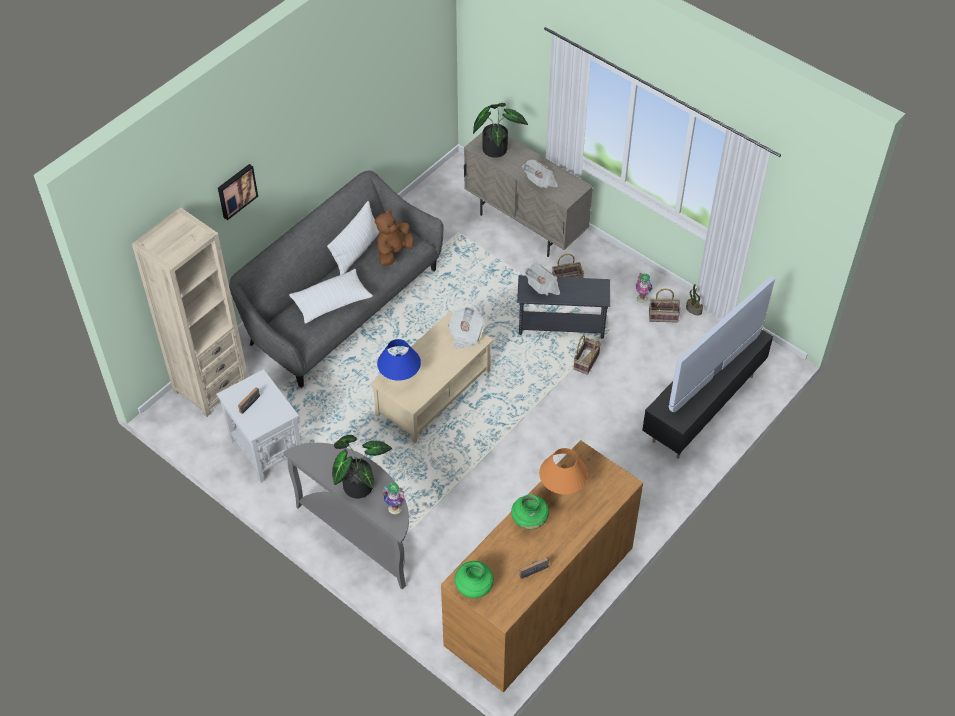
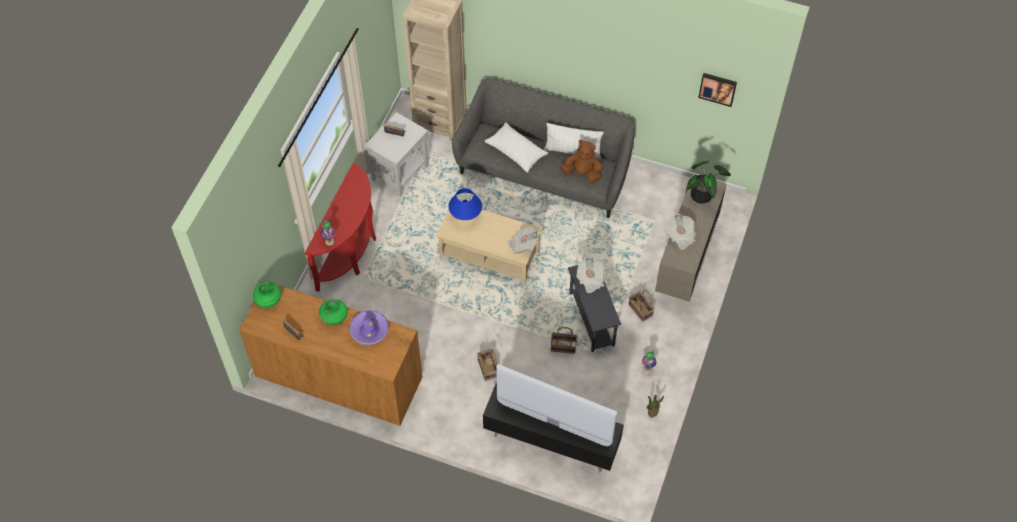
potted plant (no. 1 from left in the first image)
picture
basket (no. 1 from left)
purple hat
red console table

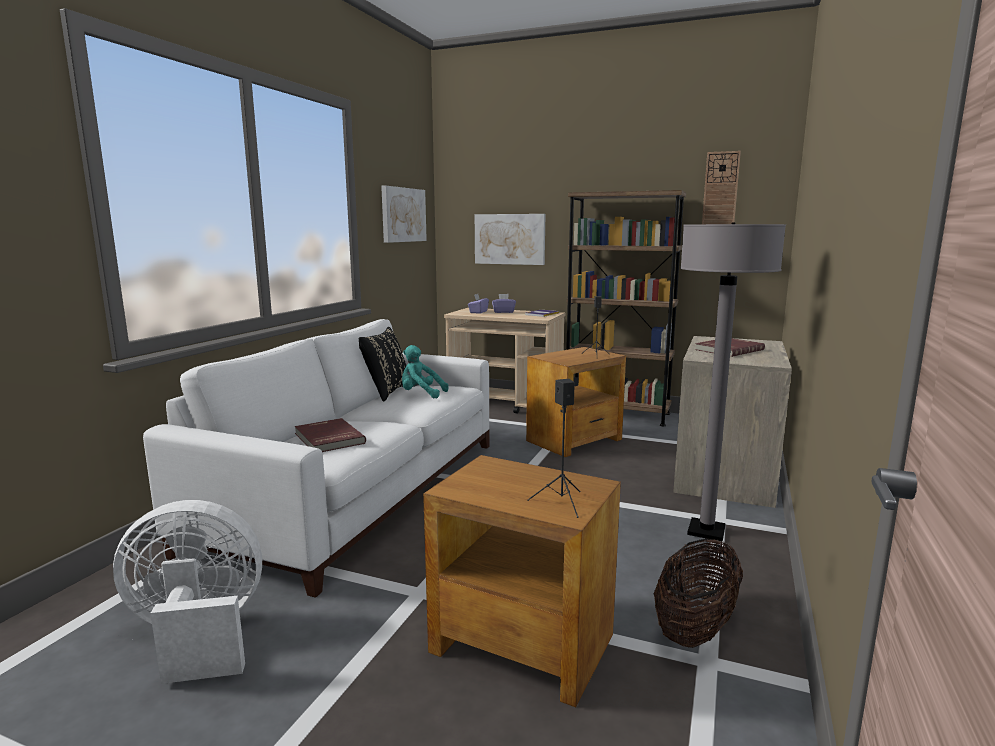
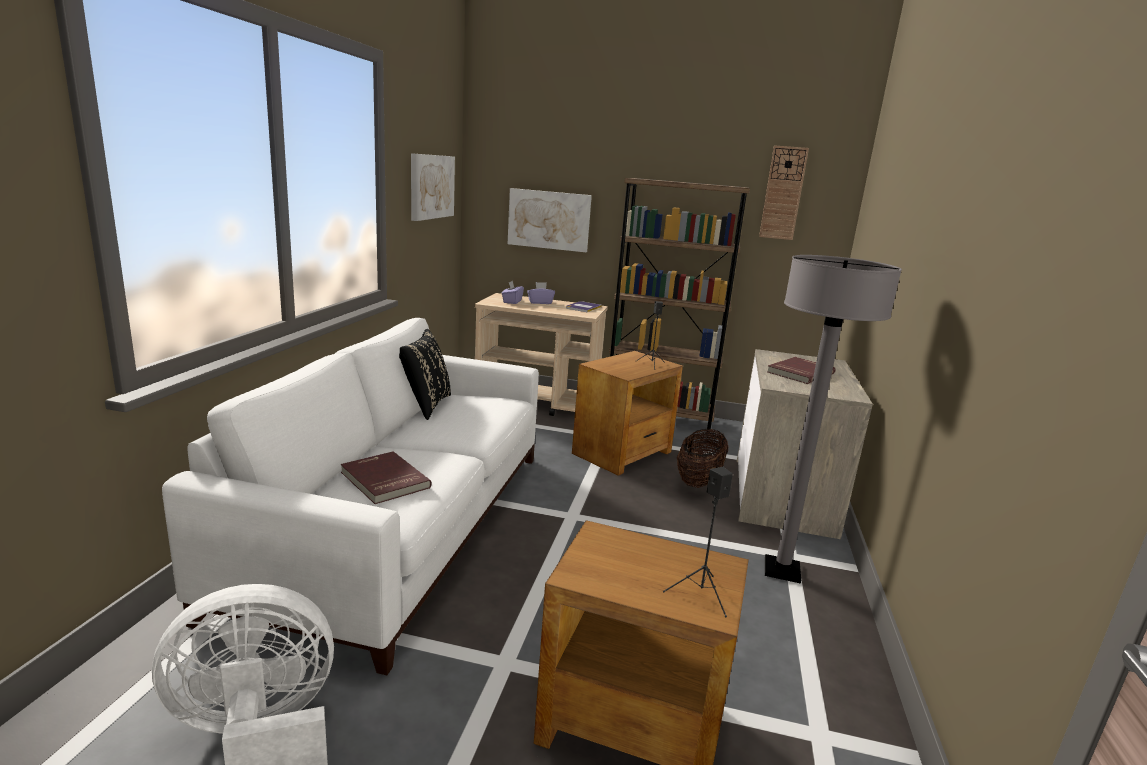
turquoise plush toy
basket

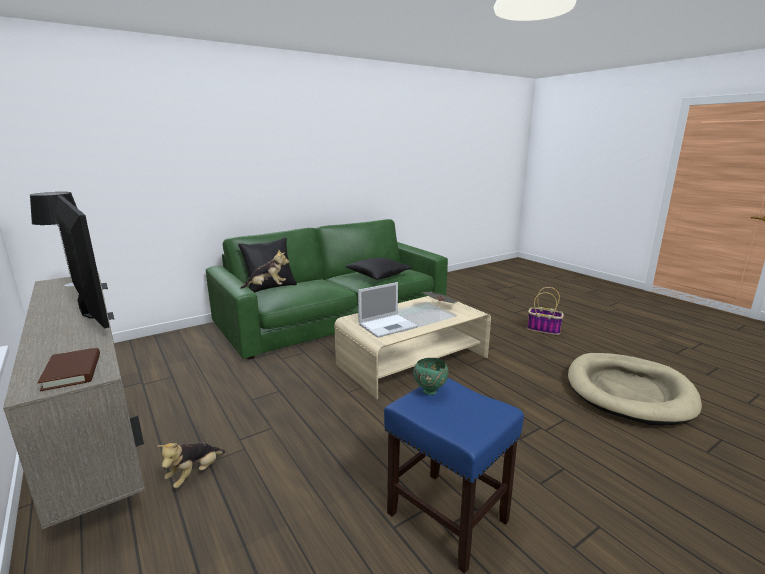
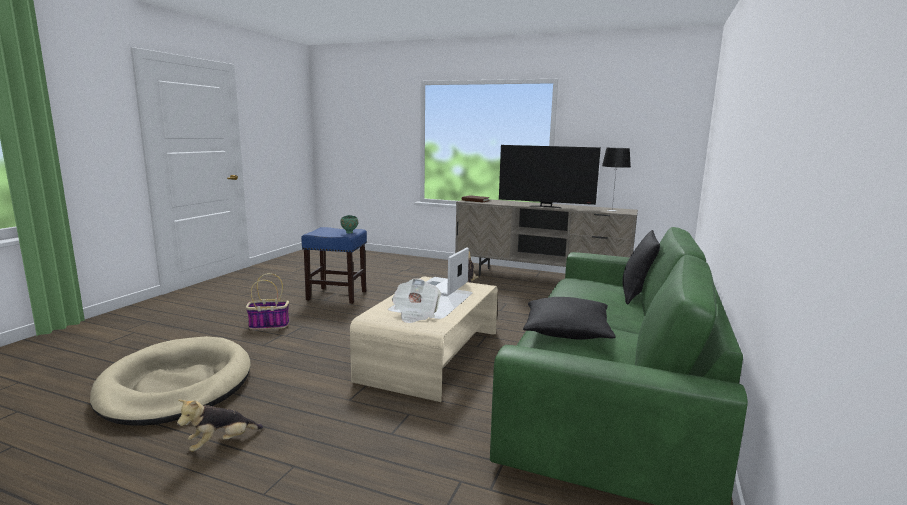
plush toy (no. 1 from left)
basket

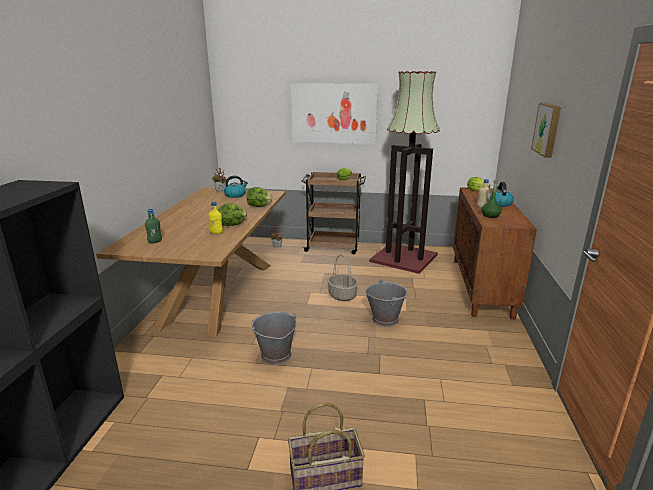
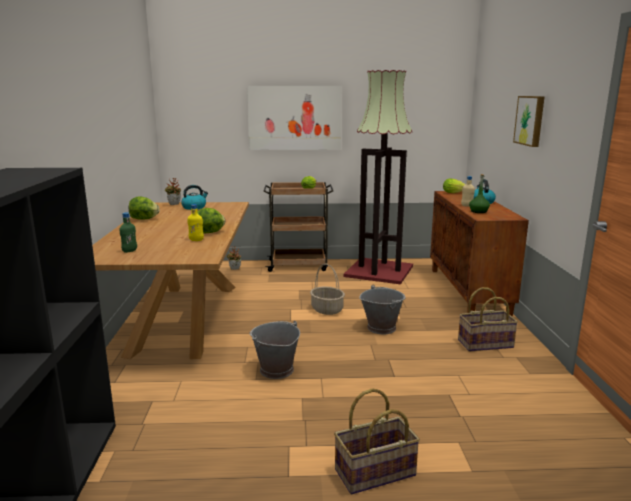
basket (no. 3 from left)
lettuce (no. 1 from left)

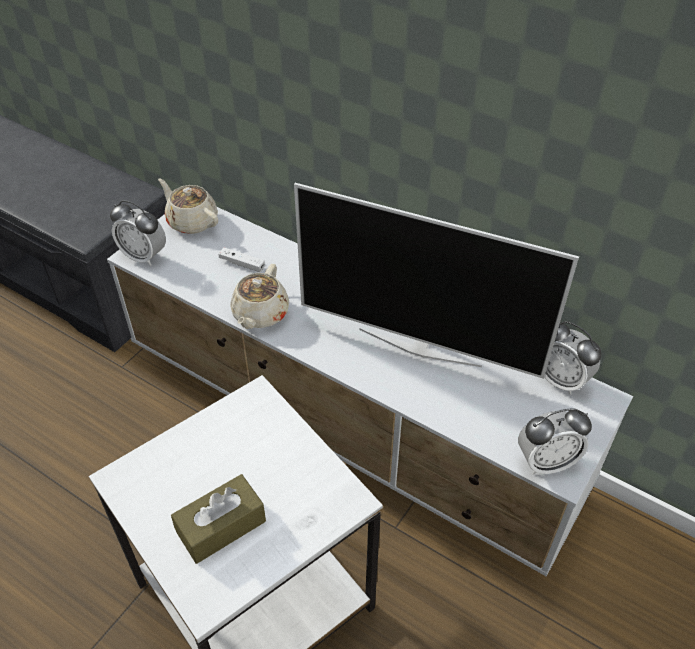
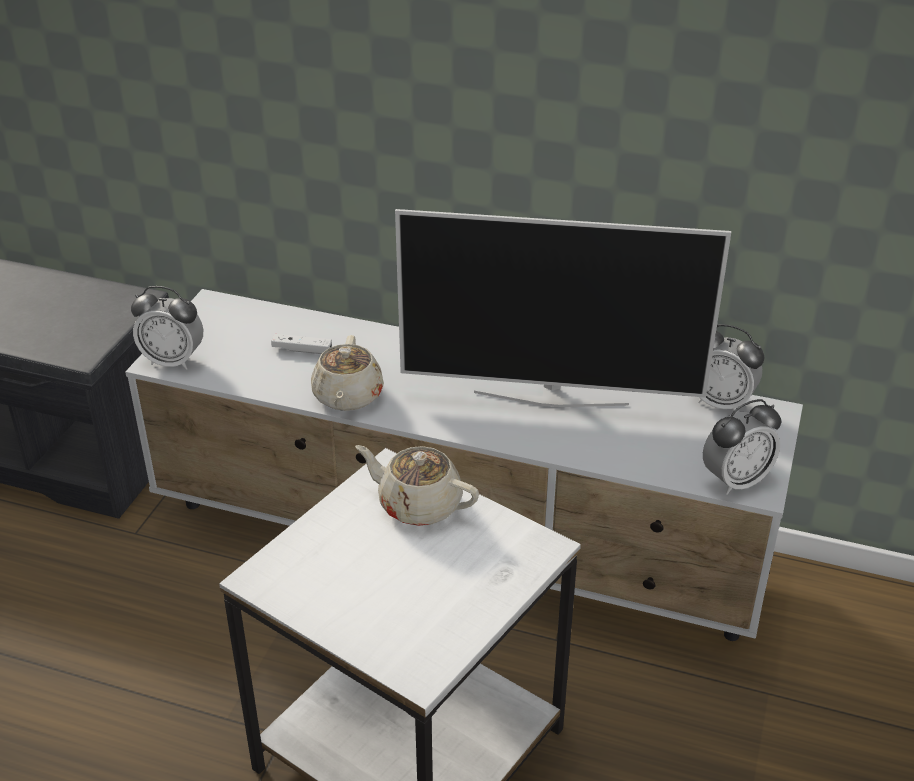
brown tissue box
beige teapot (no. 2 from left)

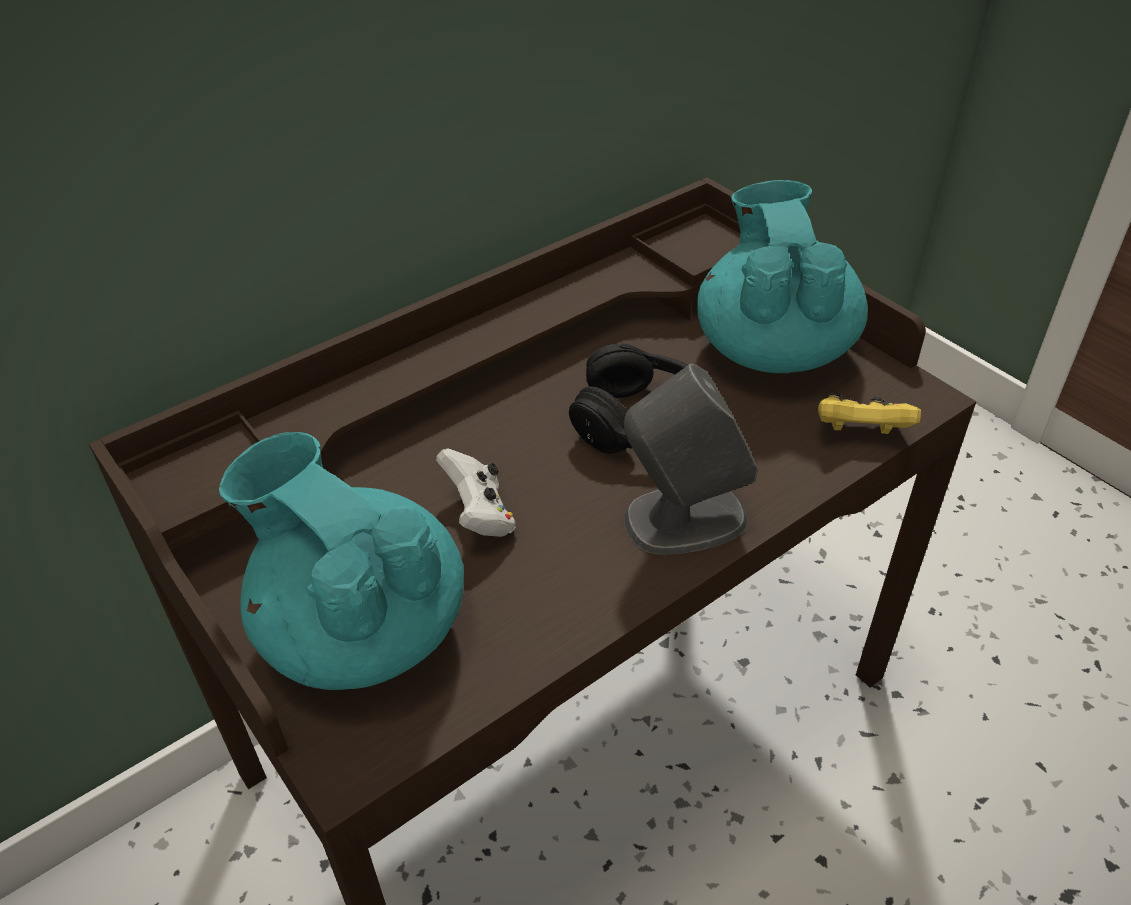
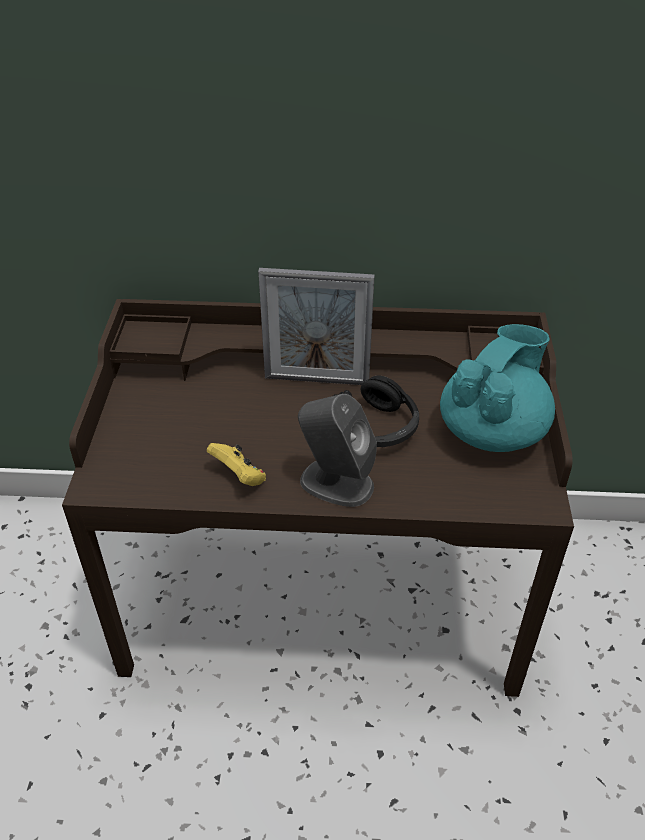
turquoise teapot (no. 1 from left in the first image)
white game controller
picture frame
yellow game controller

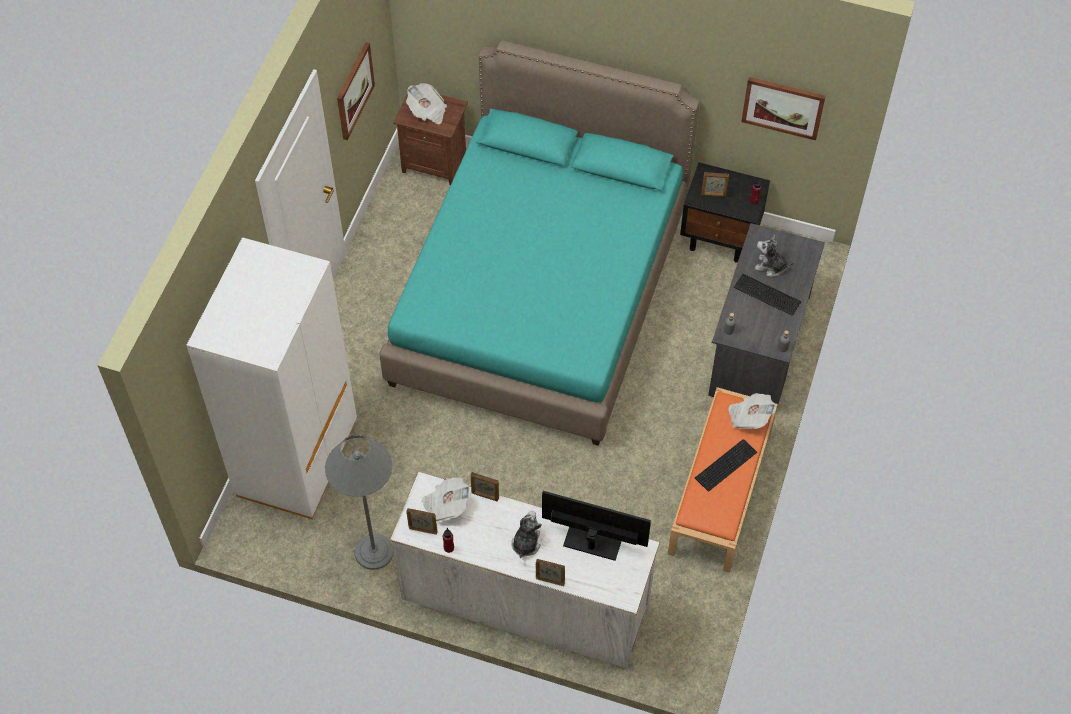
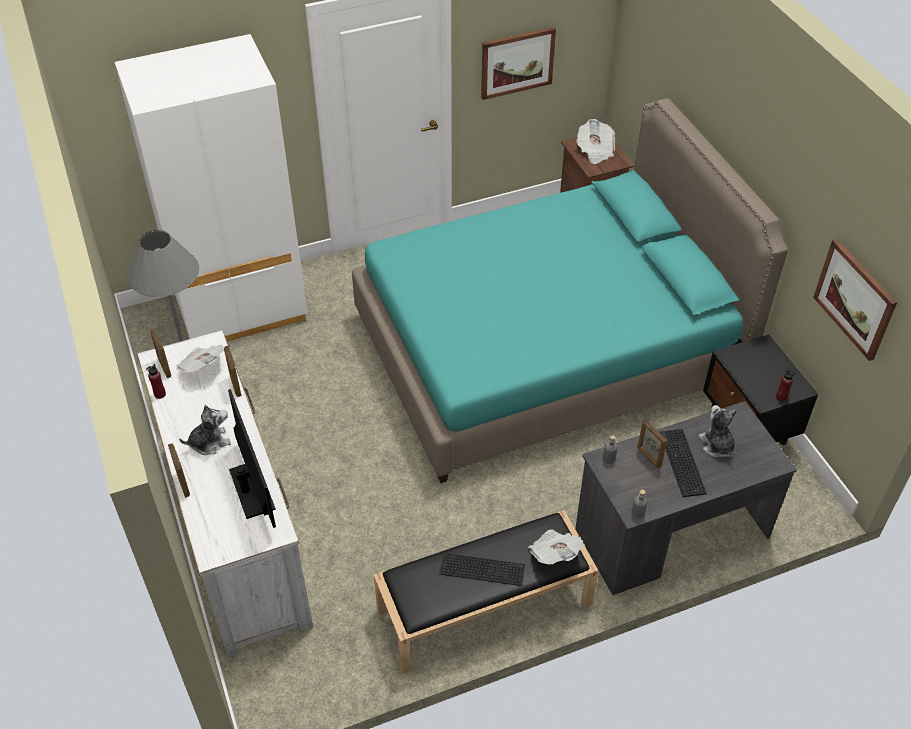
picture frame (no. 4 from left)
black bench

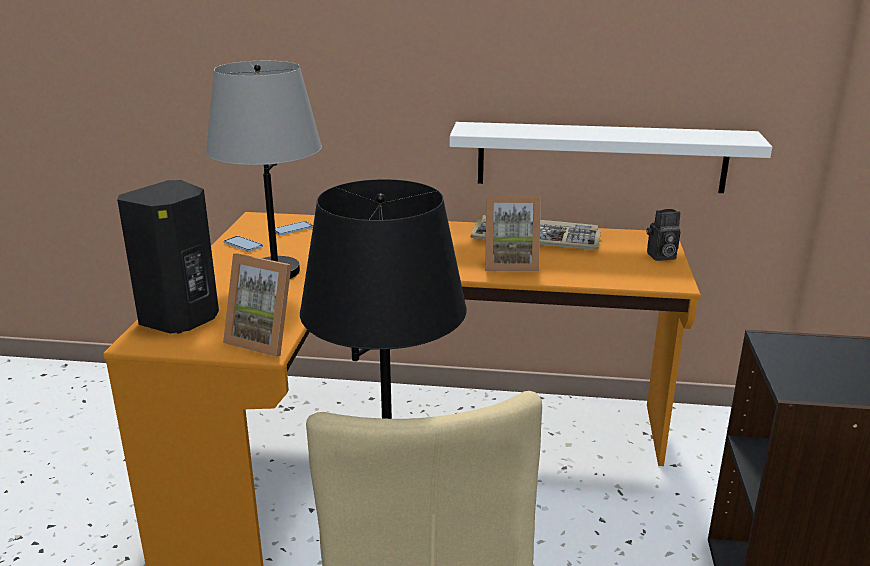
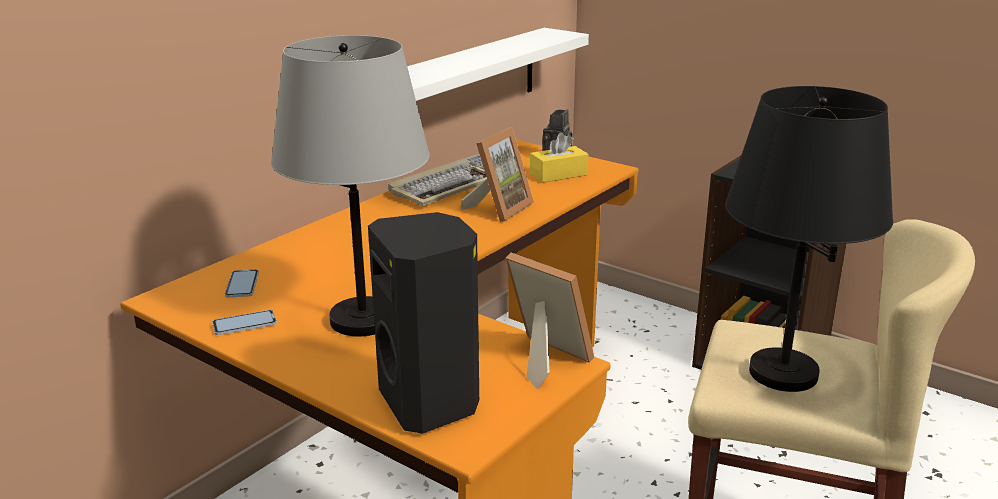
yellow tissue box
picture frame (no. 2 from left)

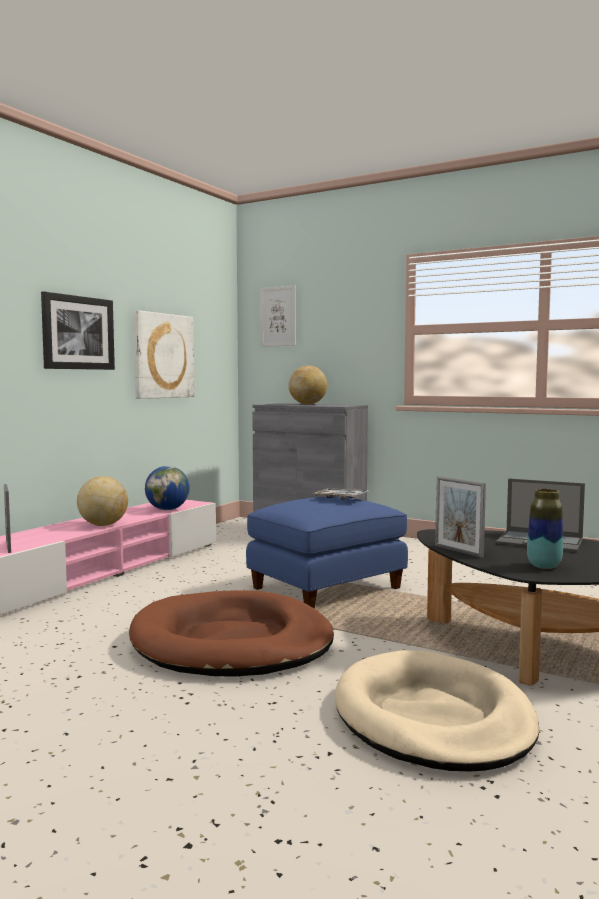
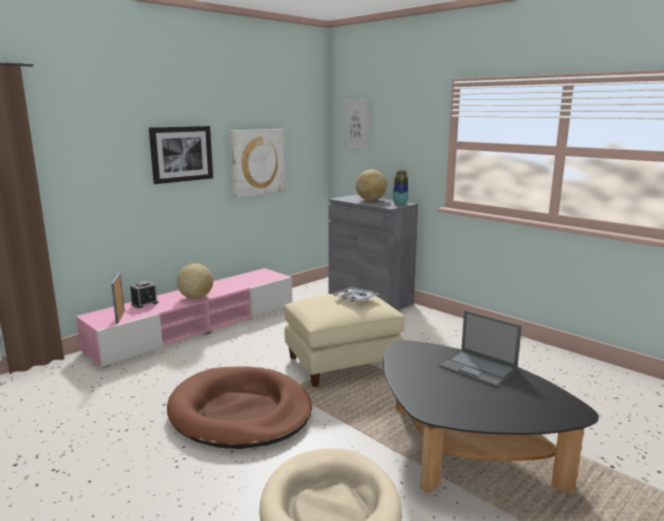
globe (no. 2 from left in the first image)
picture frame (no. 2 from left in the first image)
alarm clock
vase
beige ottoman

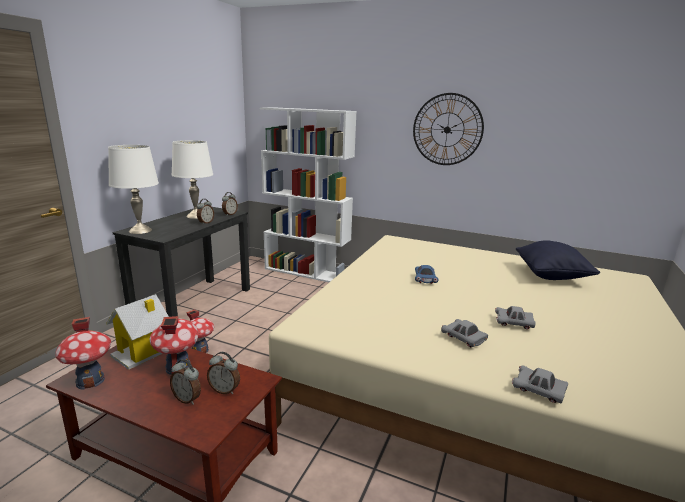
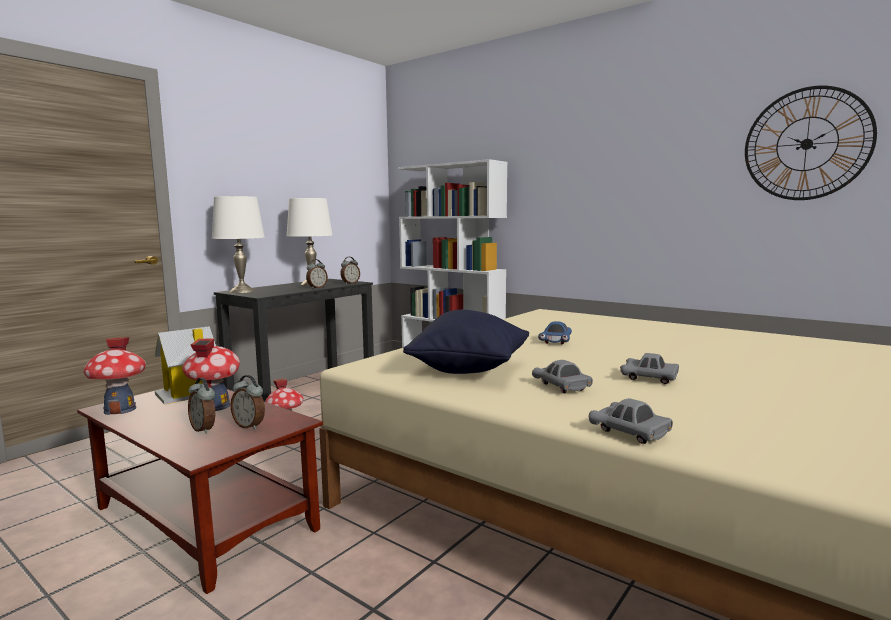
wall clock
black pillow

